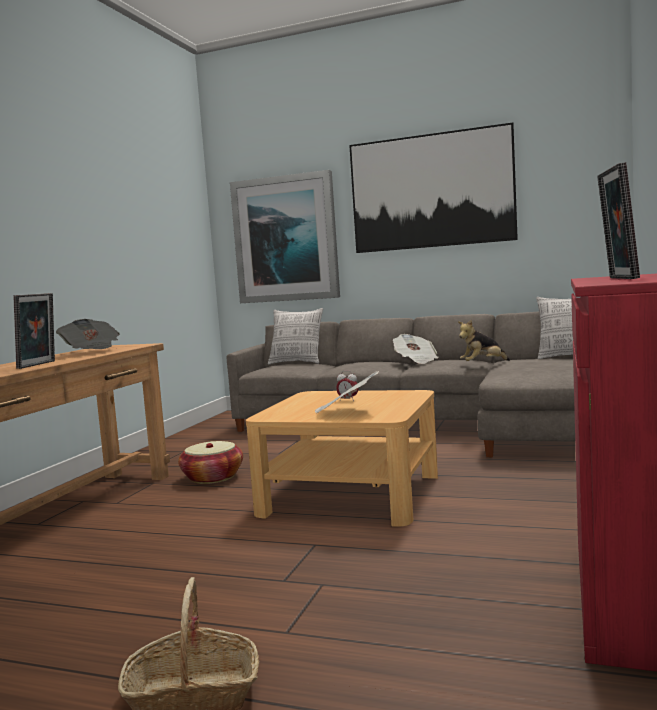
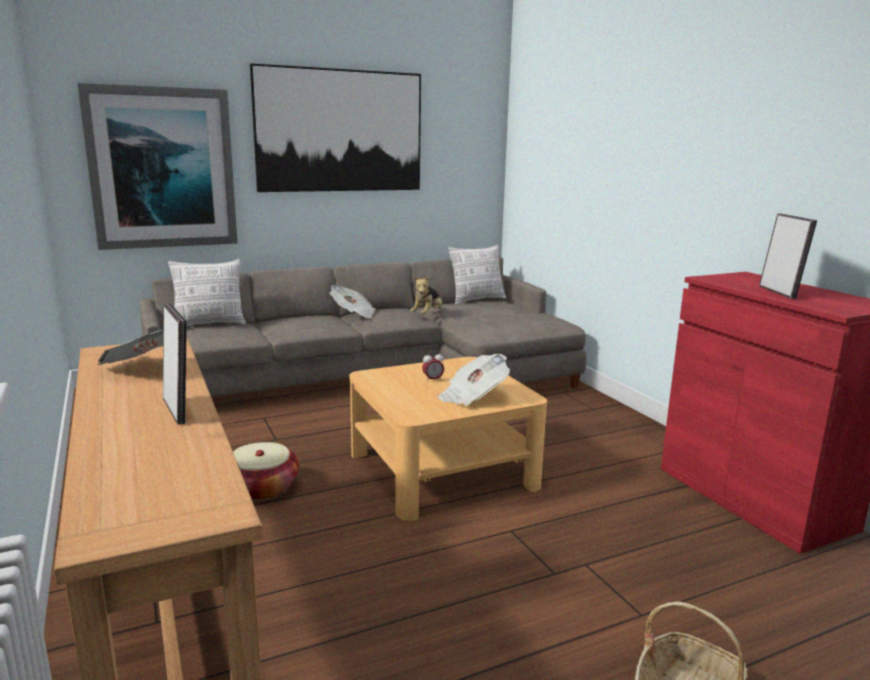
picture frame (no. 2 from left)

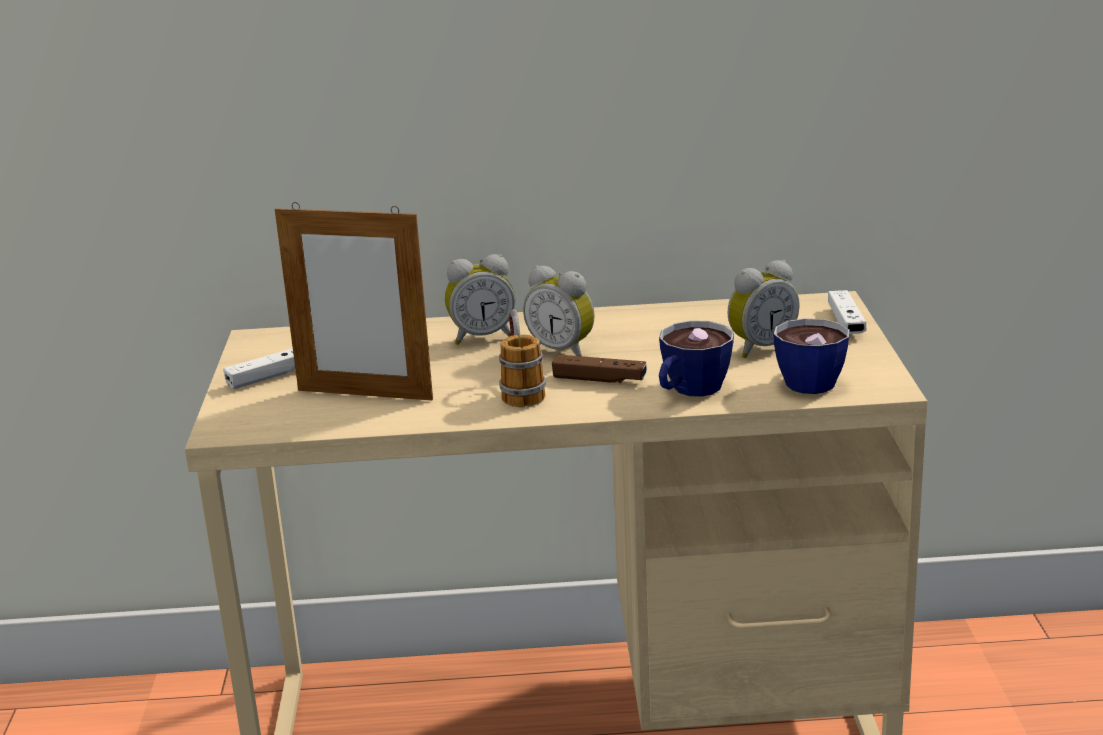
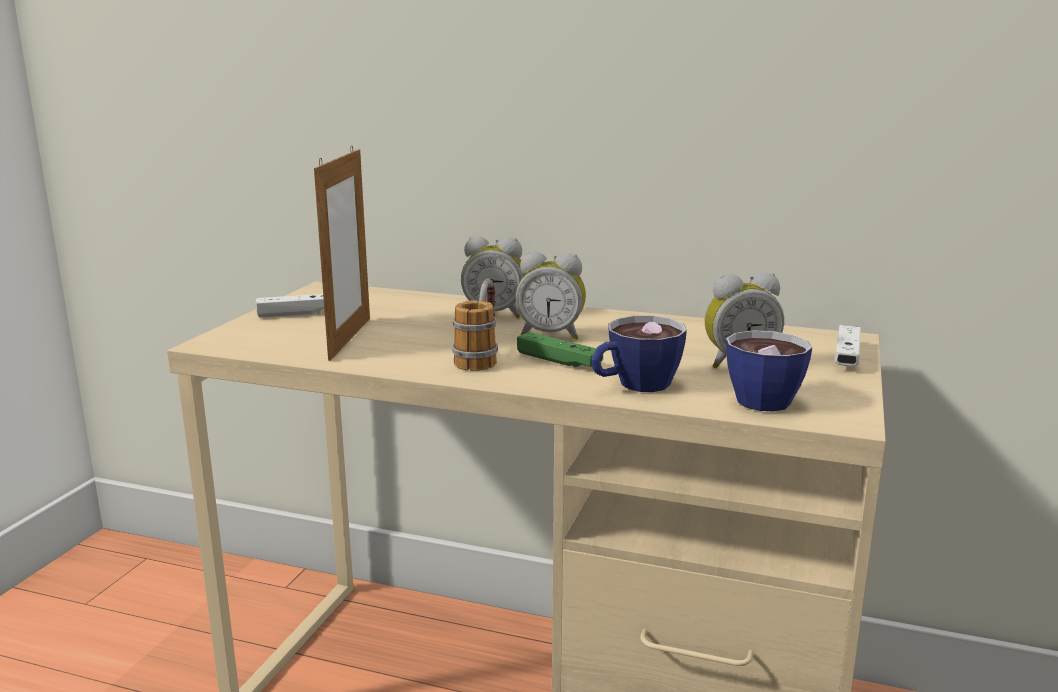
green game controller
picture frame
alarm clock (no. 2 from left)

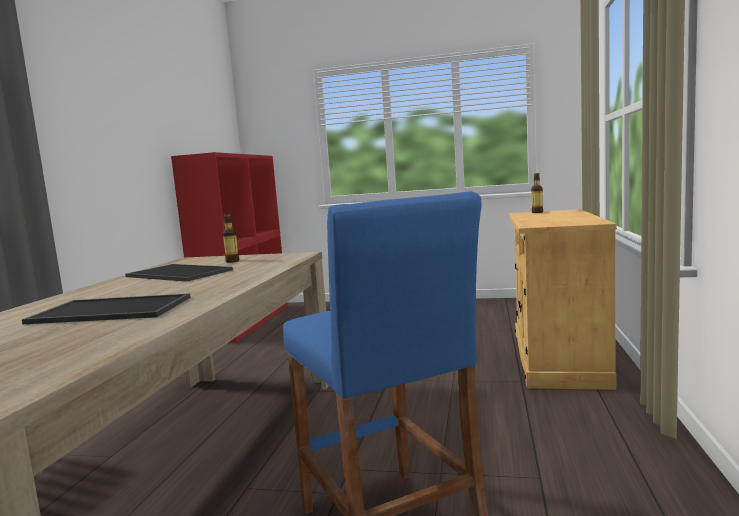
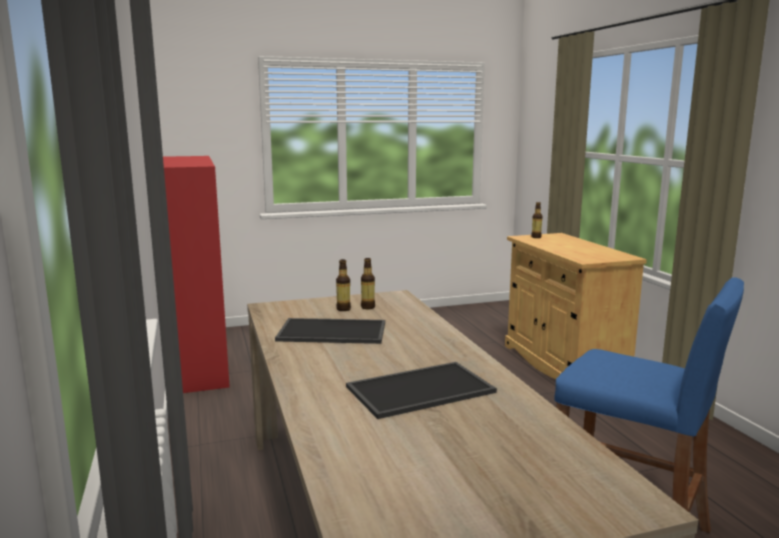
bottle (no. 2 from left)

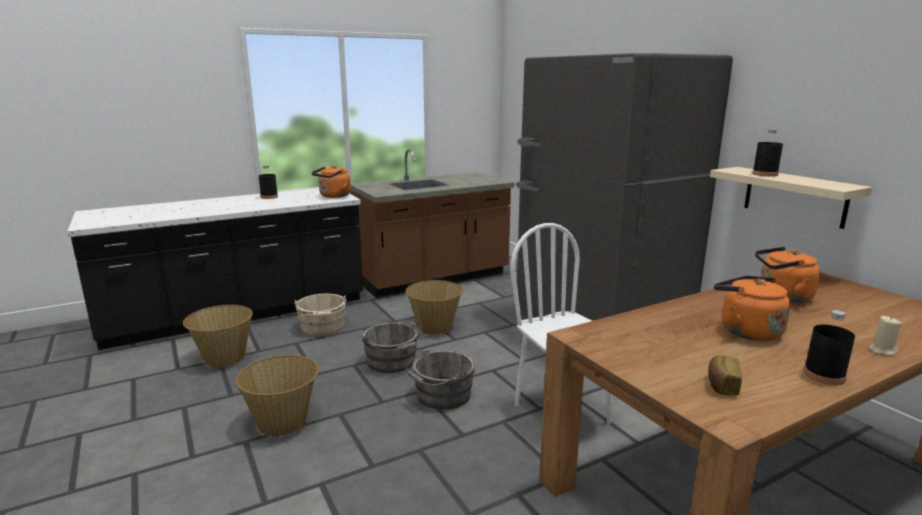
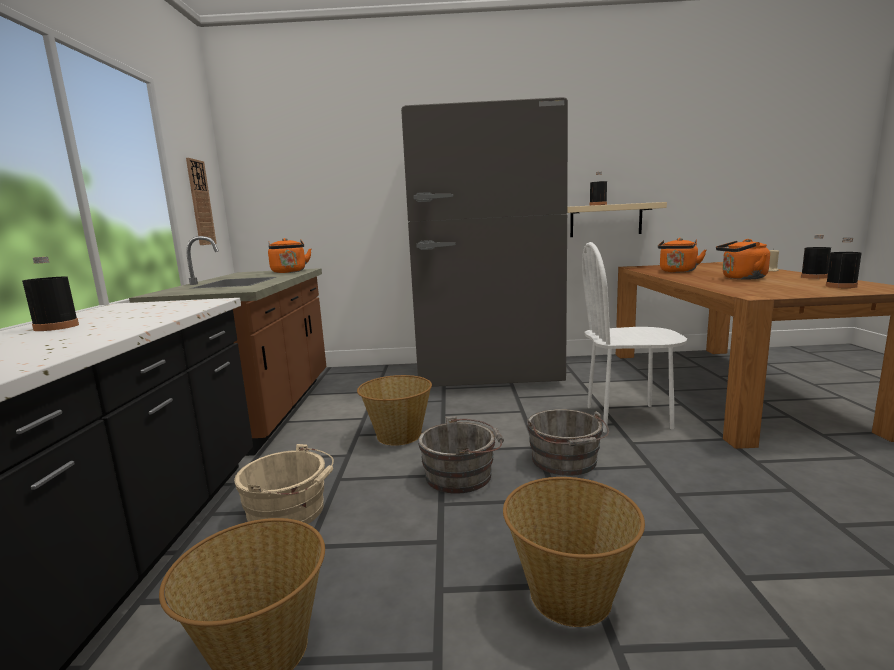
wall clock
orange kettle (no. 1 from left)
black bottle (no. 4 from left)

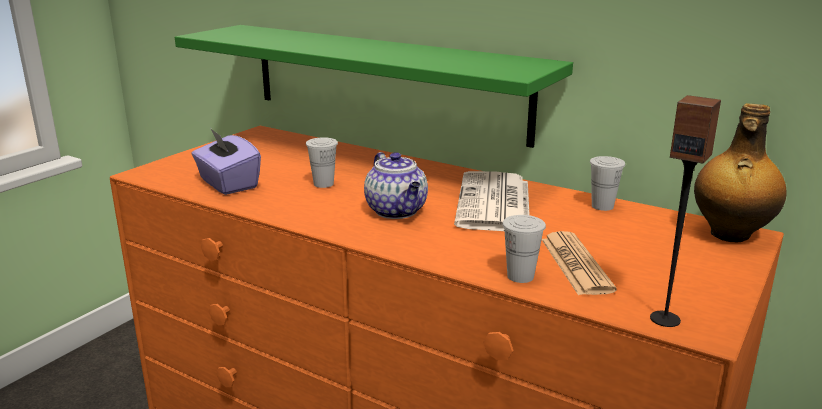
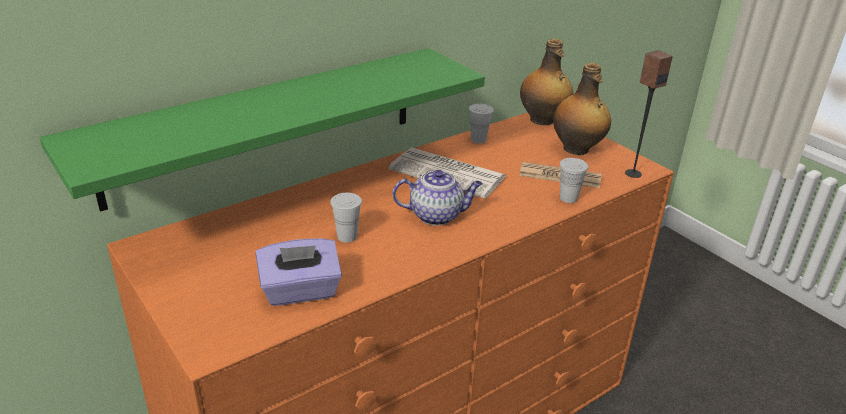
bottle (no. 2 from left)

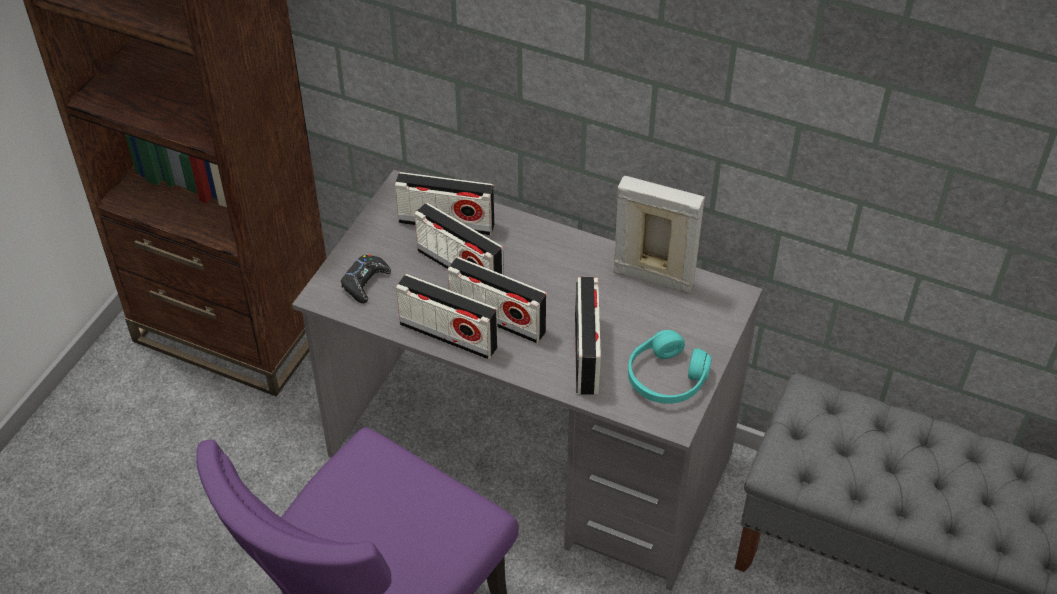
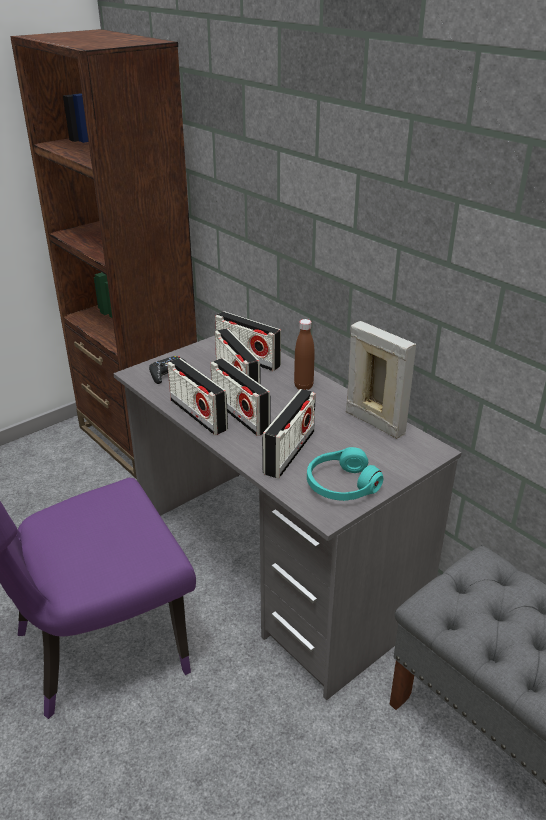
brown bottle

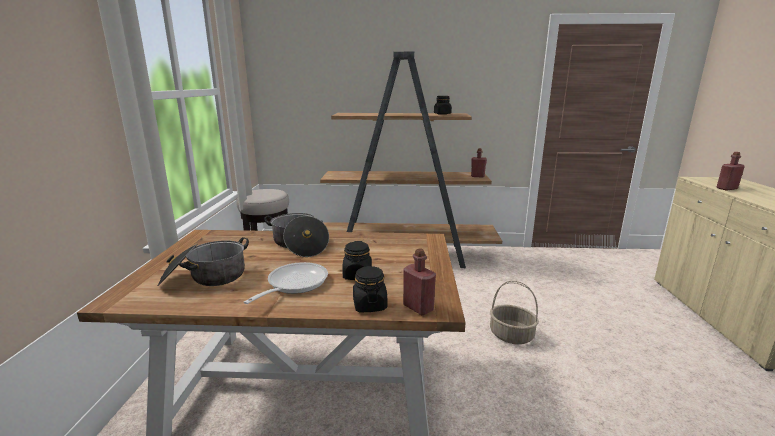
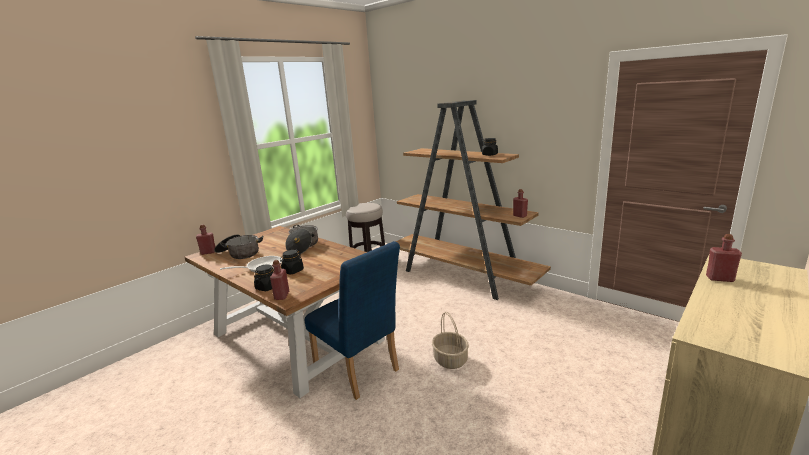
red bottle (no. 1 from left)
blue chair

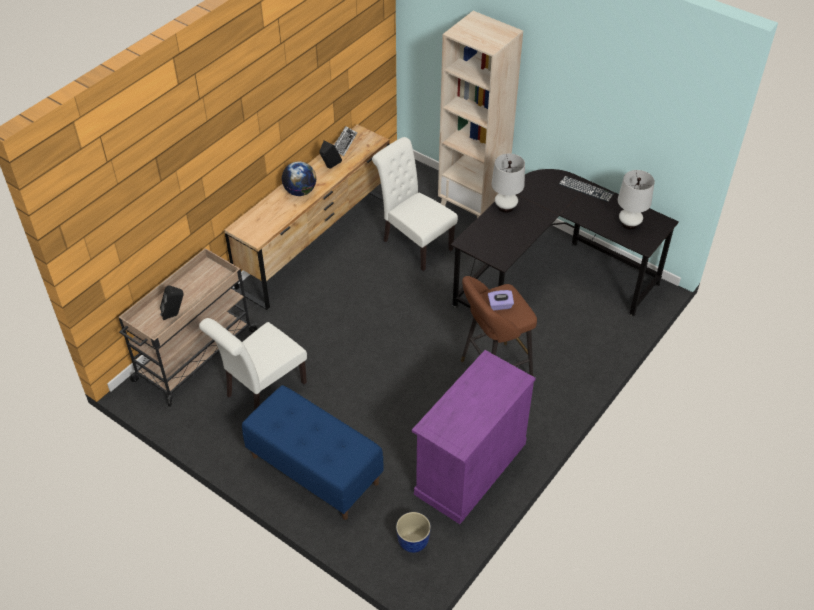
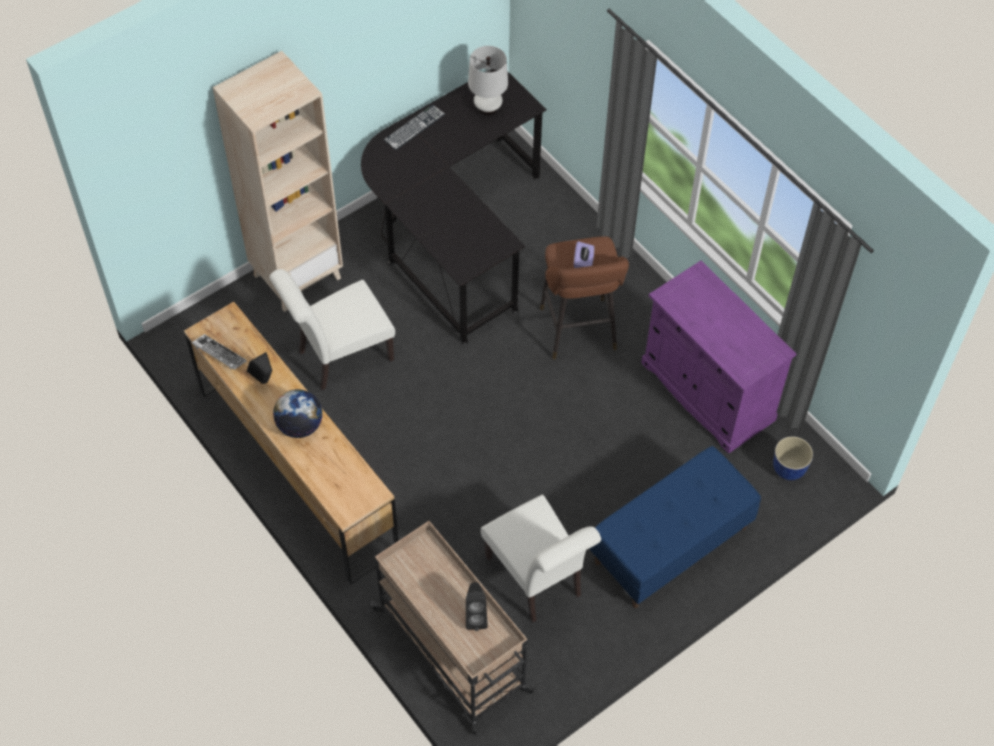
white table lamp (no. 1 from left in the first image)

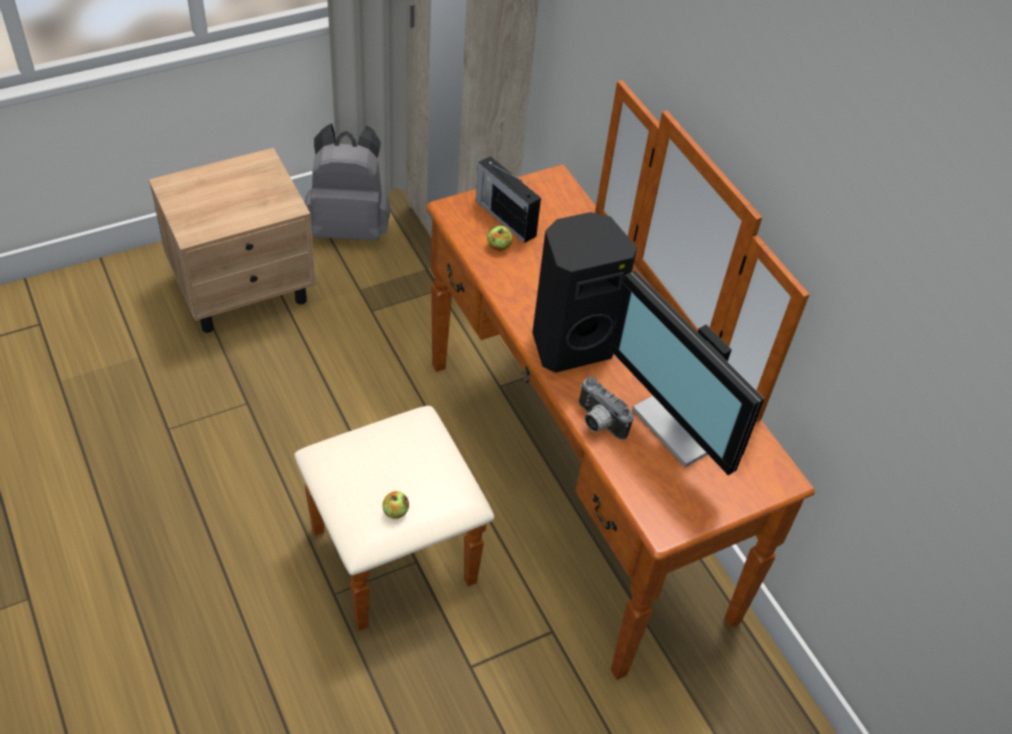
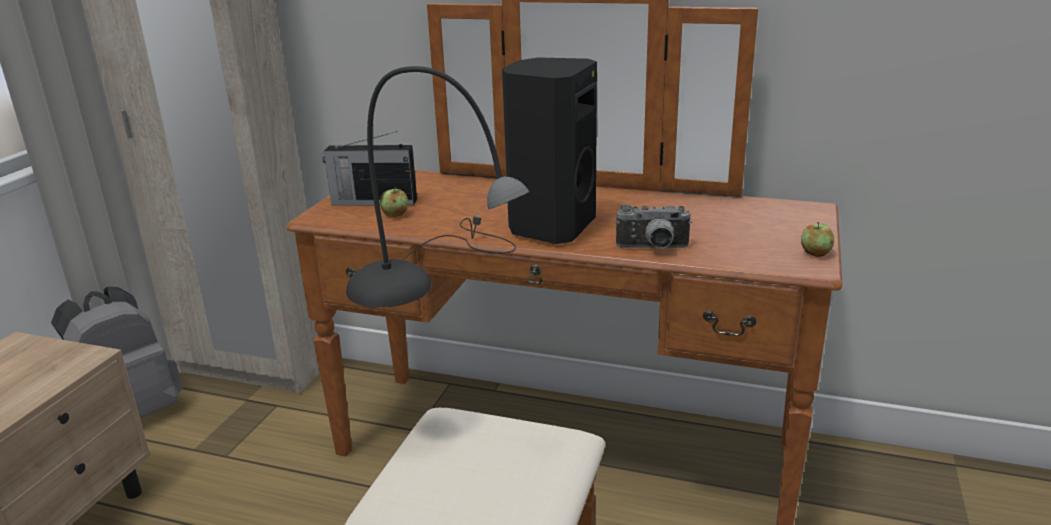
monitor
grey table lamp
apple (no. 2 from left)

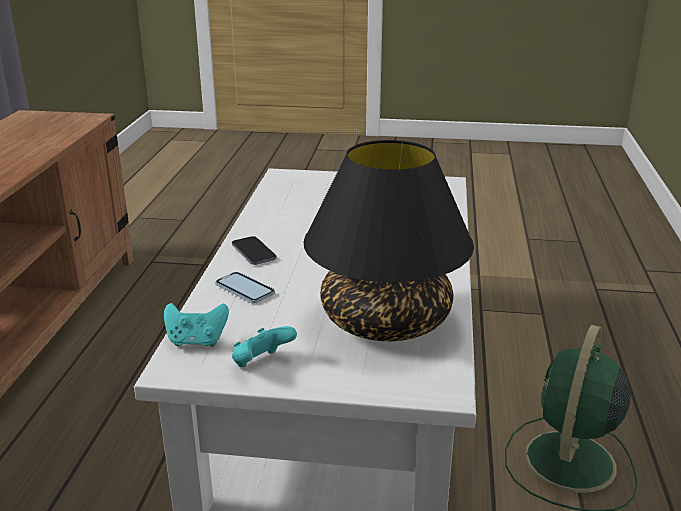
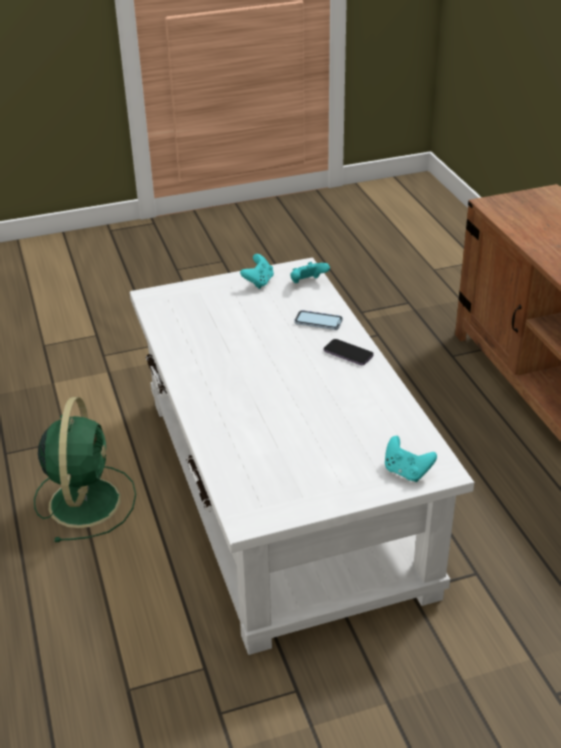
black table lamp
turquoise game controller (no. 3 from left)

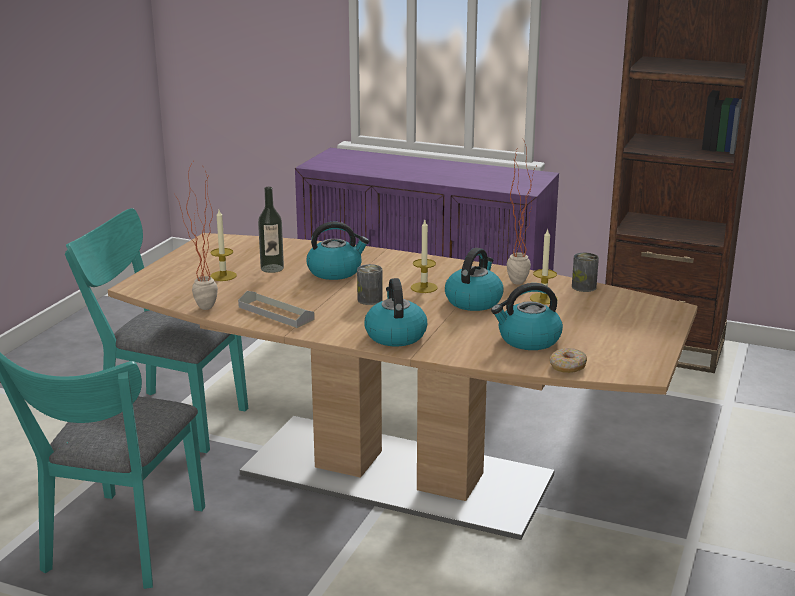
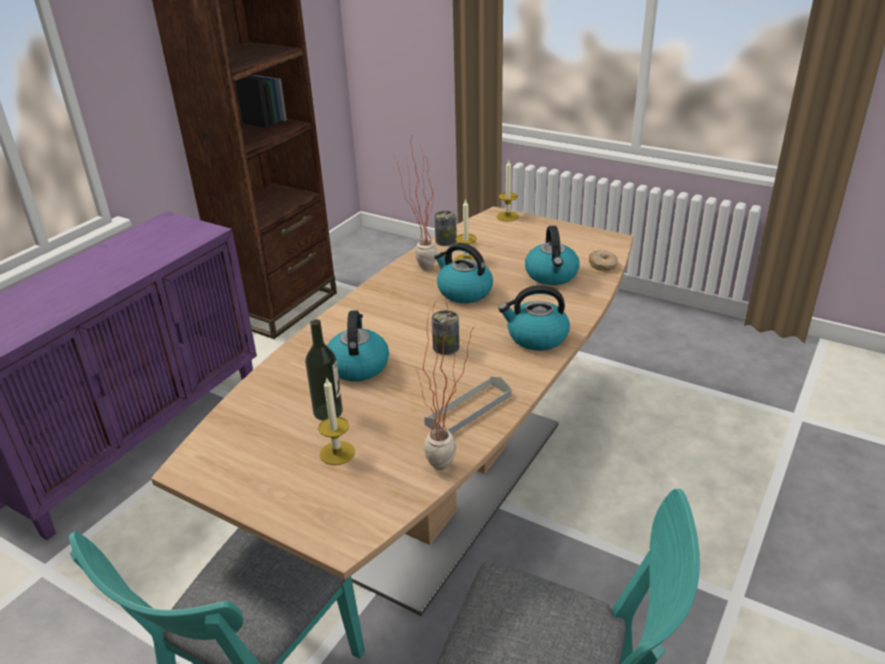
candle (no. 3 from left)

